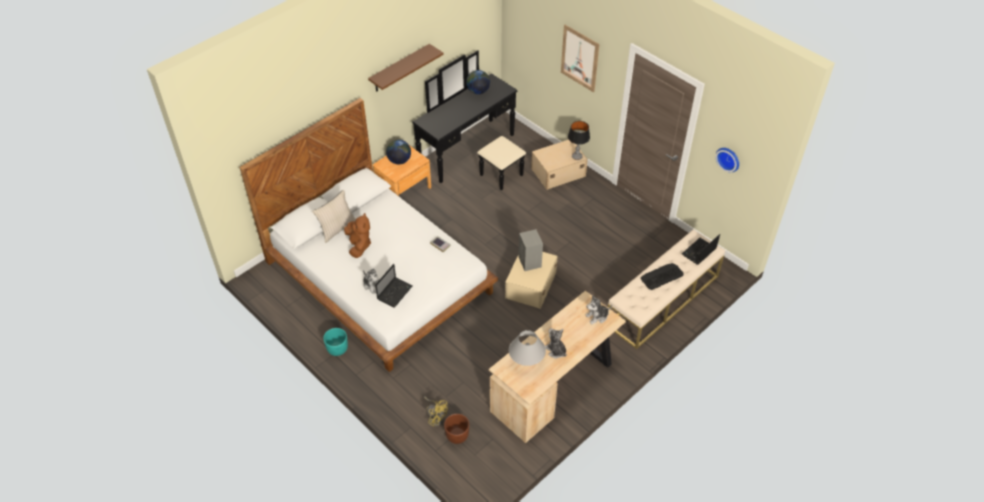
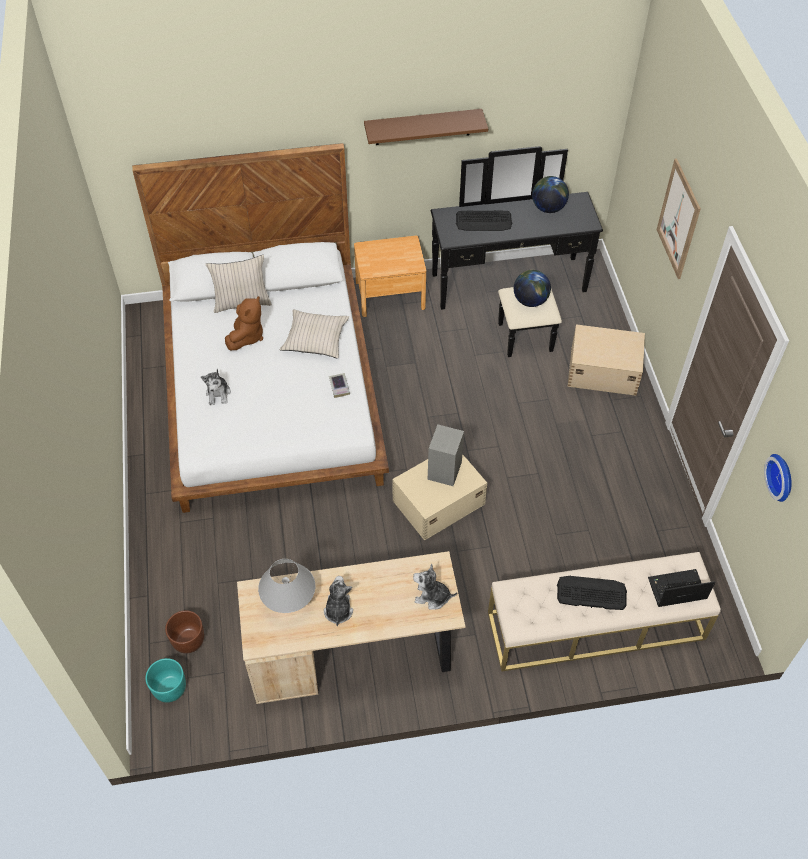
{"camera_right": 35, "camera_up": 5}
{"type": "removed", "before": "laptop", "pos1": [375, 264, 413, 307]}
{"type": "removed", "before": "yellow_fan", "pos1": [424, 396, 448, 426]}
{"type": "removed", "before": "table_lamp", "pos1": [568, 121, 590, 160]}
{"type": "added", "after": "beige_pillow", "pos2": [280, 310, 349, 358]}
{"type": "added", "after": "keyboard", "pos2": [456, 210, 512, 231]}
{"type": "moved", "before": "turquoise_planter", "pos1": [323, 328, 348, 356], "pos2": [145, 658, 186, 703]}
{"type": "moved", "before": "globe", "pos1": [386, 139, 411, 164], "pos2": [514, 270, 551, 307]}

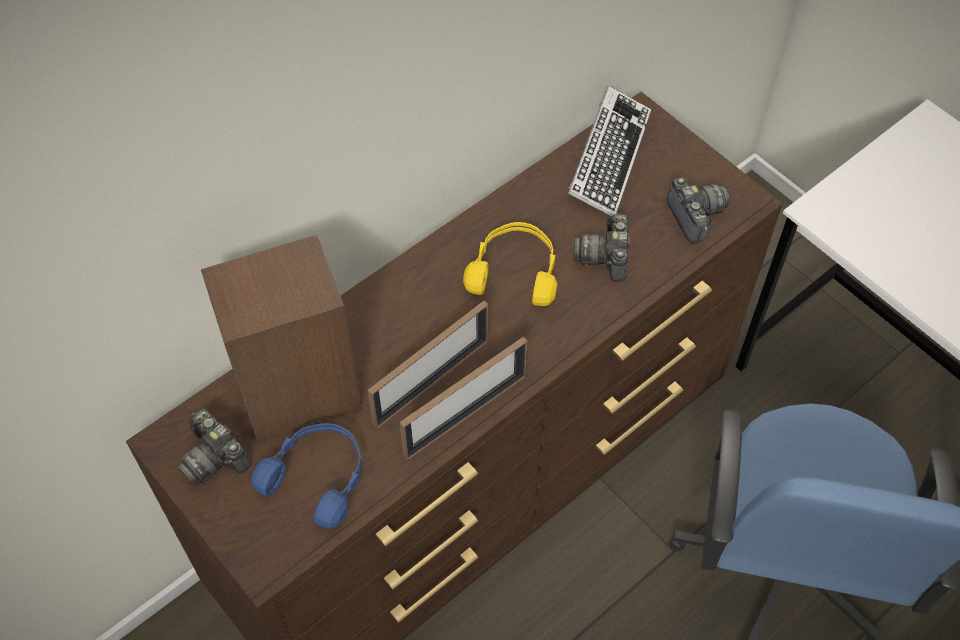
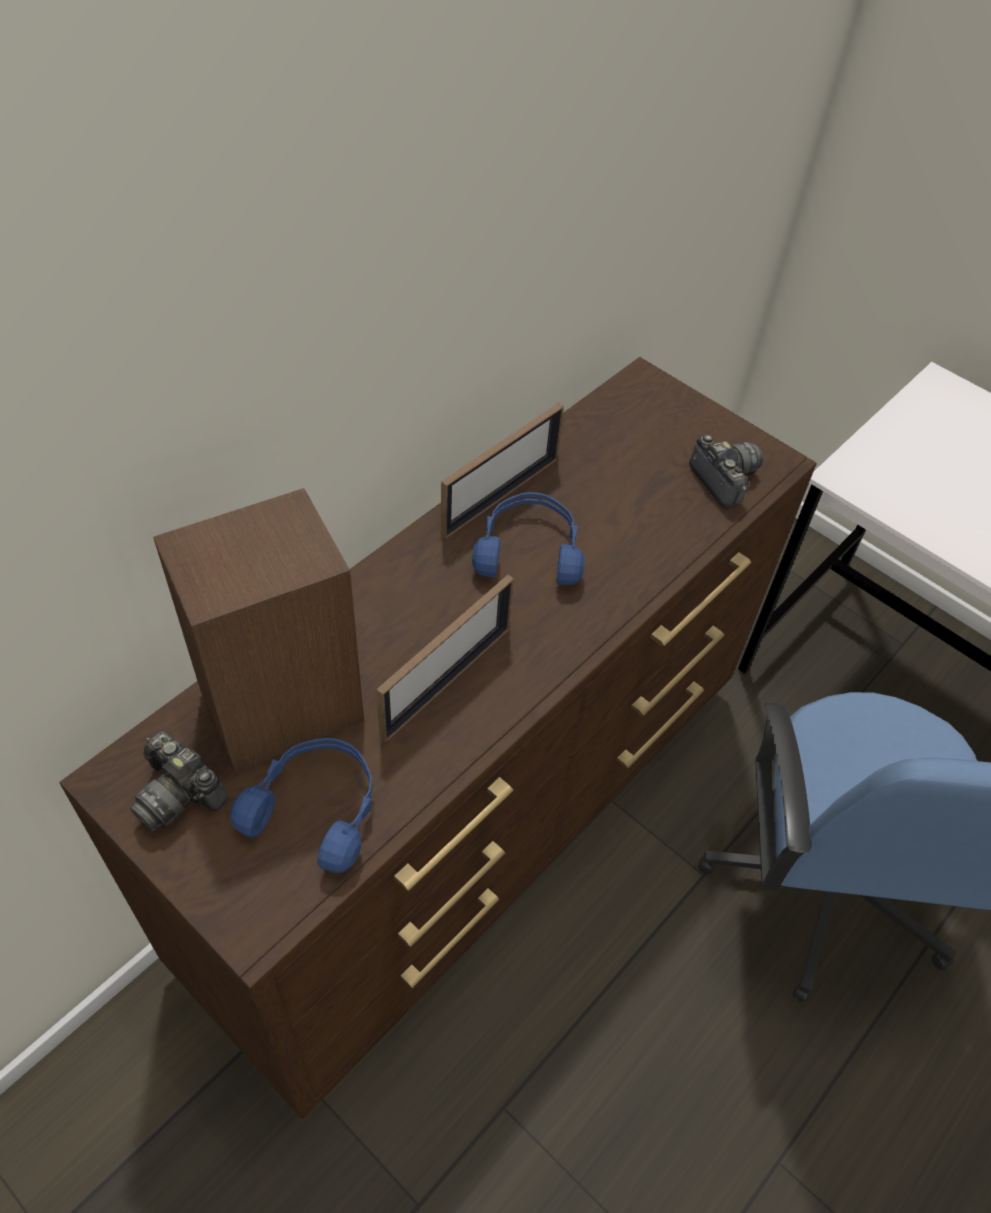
{"camera_right": -10, "camera_up": -5}
{"type": "removed", "before": "keyboard", "pos1": [568, 86, 651, 216]}
{"type": "removed", "before": "photo_camera", "pos1": [574, 213, 630, 282]}
{"type": "moved", "before": "picture_frame", "pos1": [399, 336, 528, 460], "pos2": [441, 403, 564, 539]}
{"type": "recoloured", "before": "yellow_headphones", "after": "blue_headphones", "pos1": [463, 222, 557, 306], "pos2": [472, 492, 585, 585]}

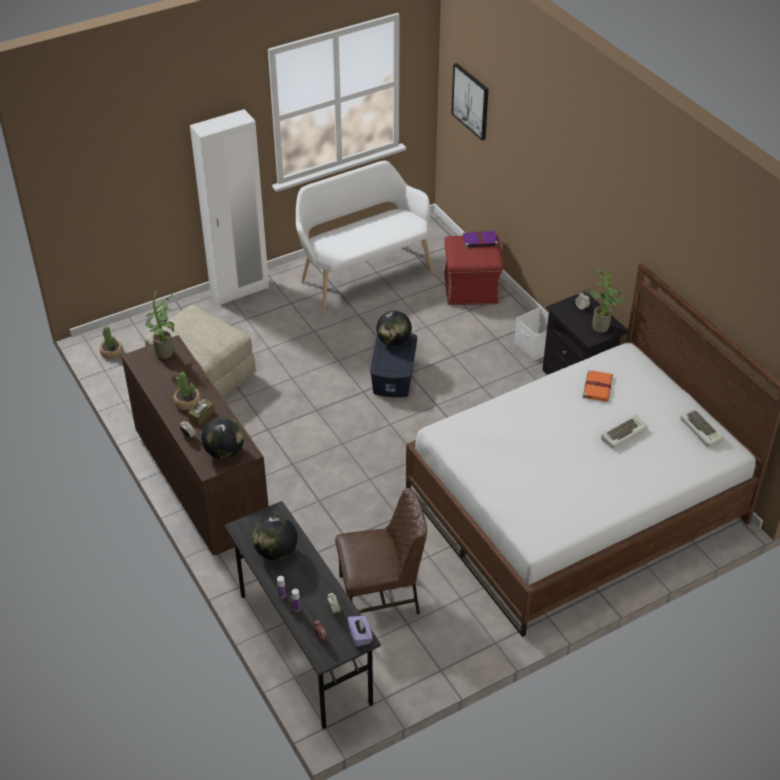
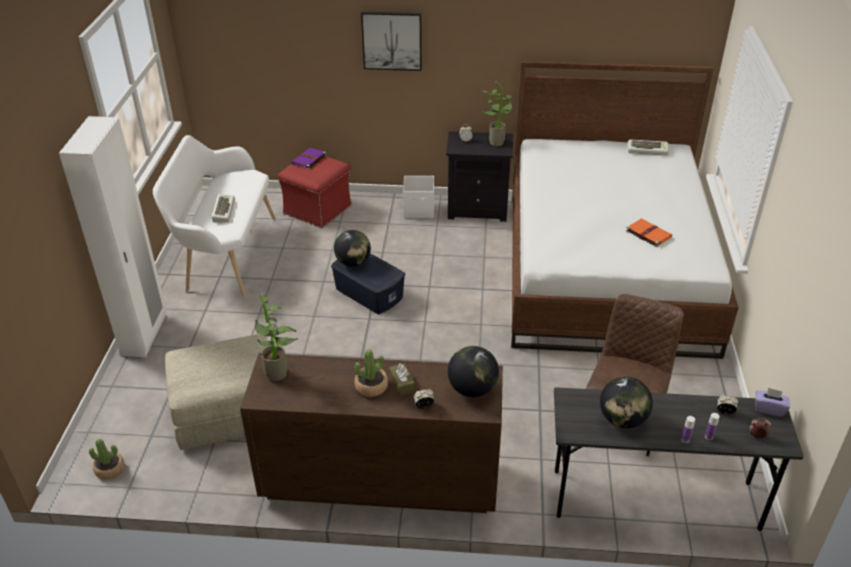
{"camera_right": -55, "camera_up": -5}
{"type": "moved", "before": "picture", "pos1": [451, 63, 488, 140], "pos2": [361, 11, 422, 71]}
{"type": "moved", "before": "orange_book", "pos1": [583, 370, 613, 402], "pos2": [626, 219, 672, 247]}
{"type": "moved", "before": "keyboard", "pos1": [601, 414, 647, 449], "pos2": [212, 194, 235, 223]}

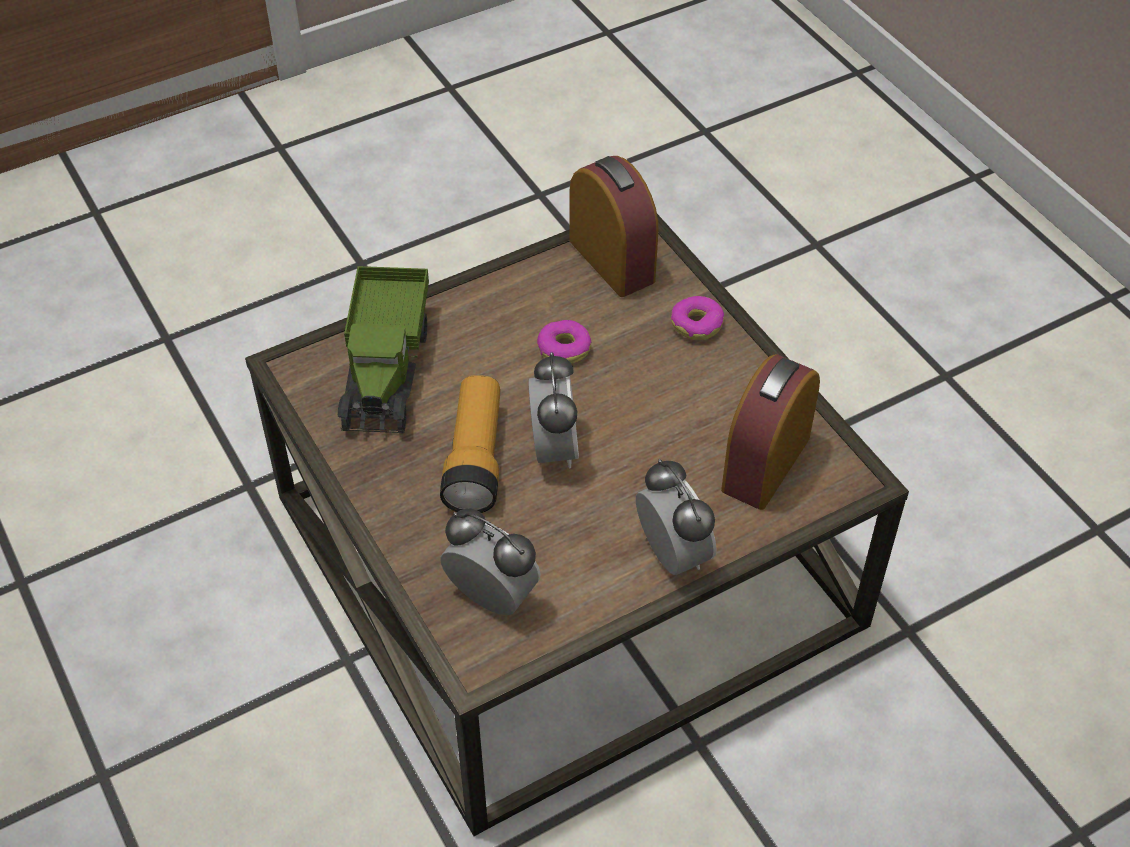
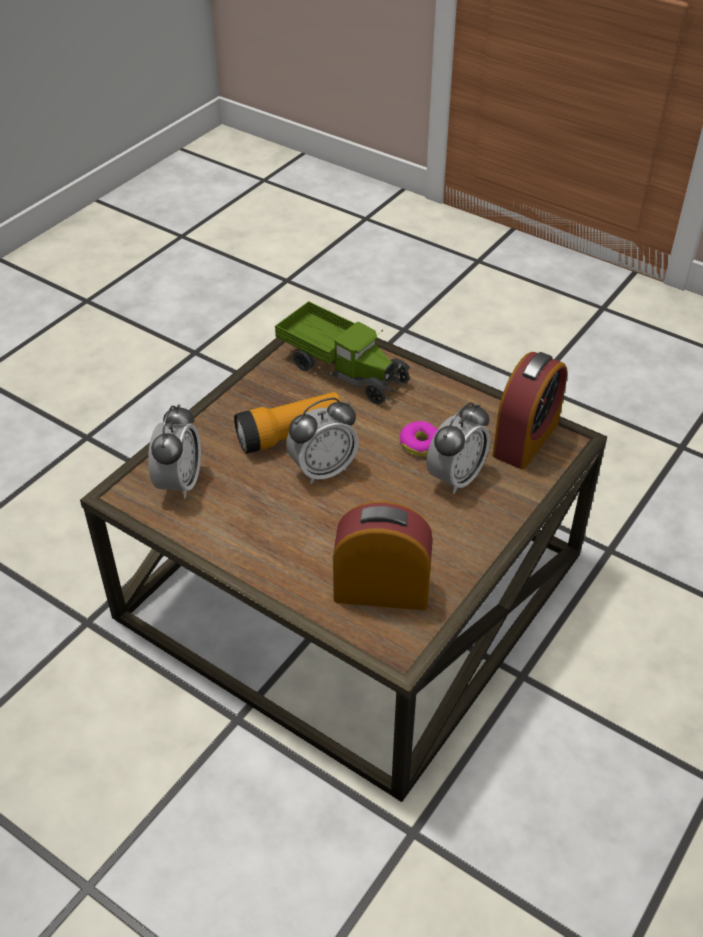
{"camera_right": 65, "camera_up": -5}
{"type": "removed", "before": "donut", "pos1": [671, 296, 724, 340]}
{"type": "moved", "before": "alarm_clock", "pos1": [636, 459, 717, 575], "pos2": [426, 402, 490, 494]}
{"type": "turned", "before": "toy_truck", "pos1": [338, 266, 429, 433], "pos2": [275, 301, 411, 404], "turn": -120}

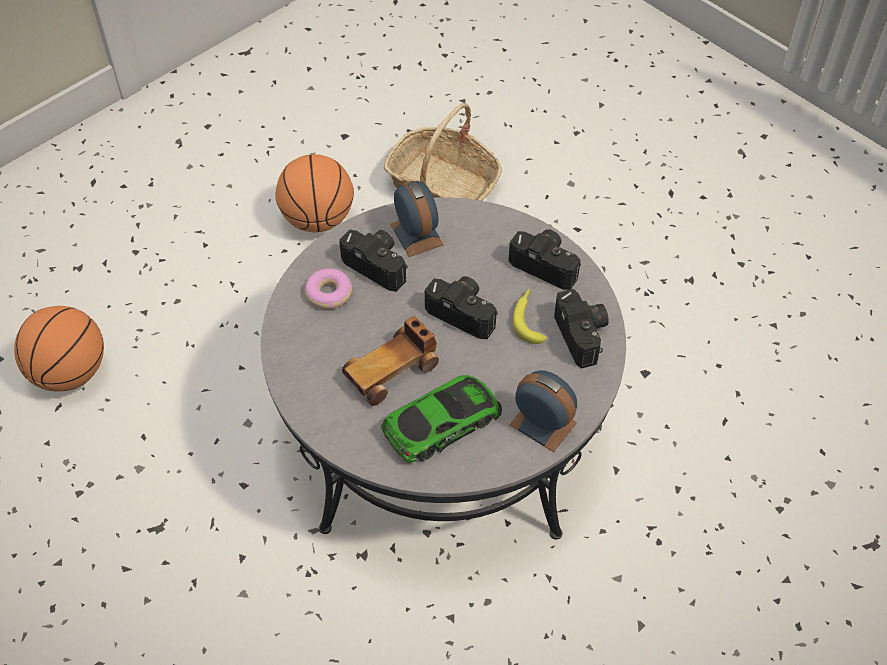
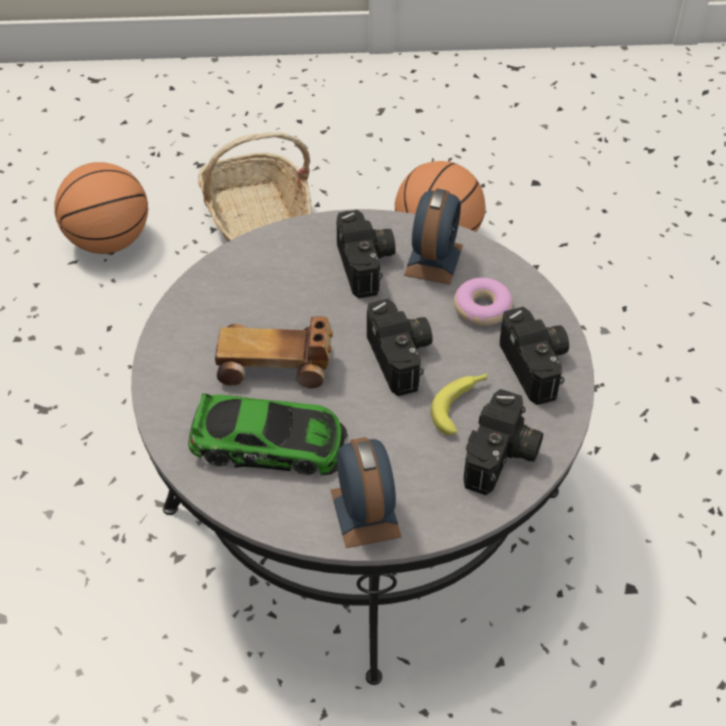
{"camera_right": 40, "camera_up": -5}
{"type": "moved", "before": "donut", "pos1": [304, 268, 353, 309], "pos2": [454, 278, 513, 326]}
{"type": "moved", "before": "basket", "pos1": [384, 103, 502, 201], "pos2": [198, 132, 312, 242]}

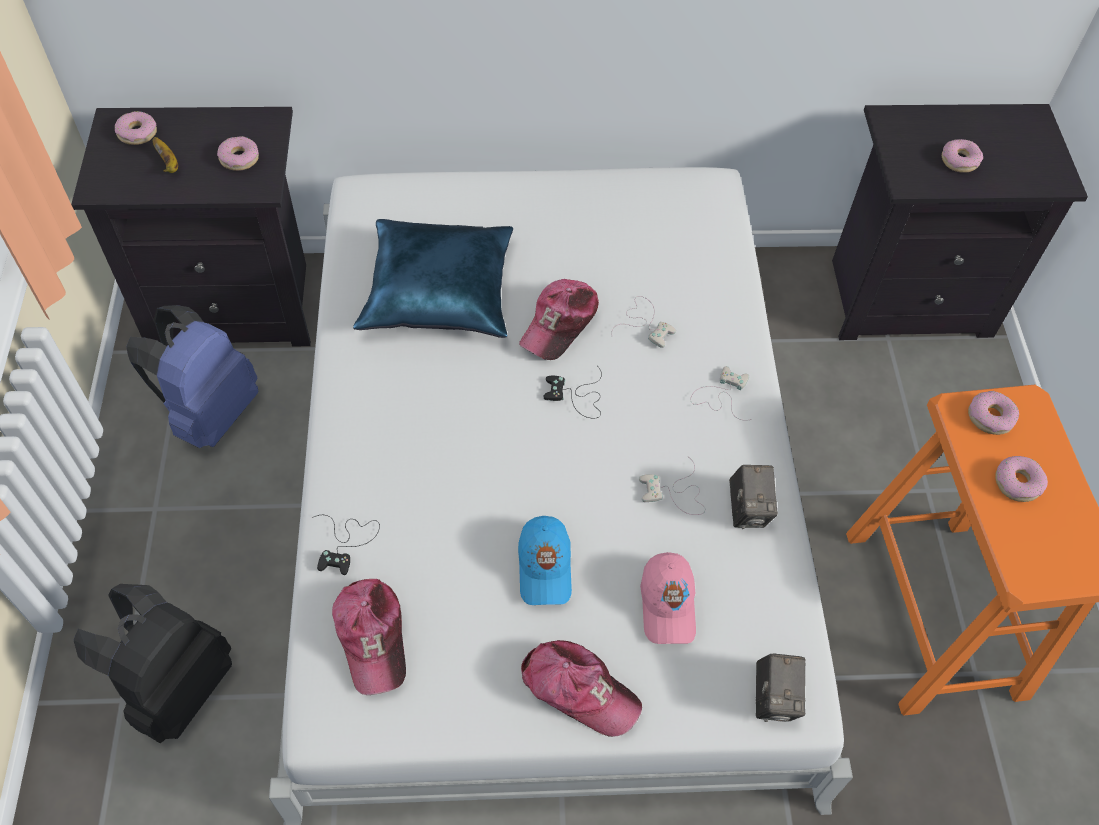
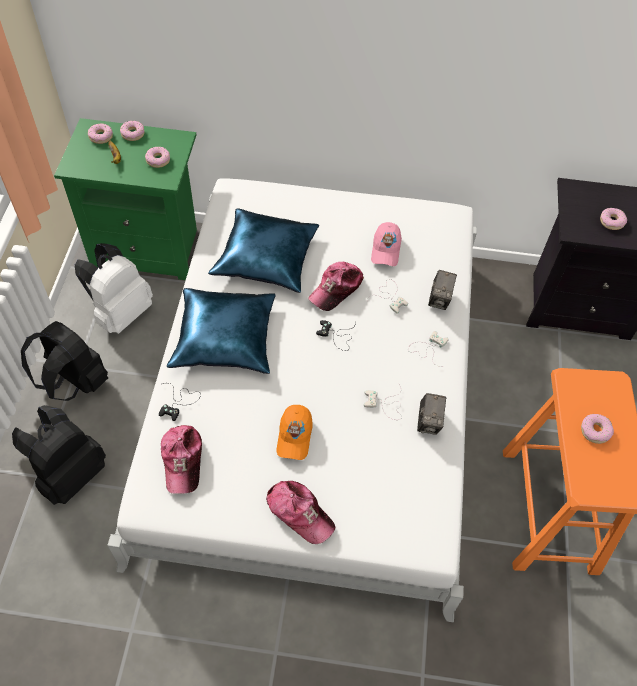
{"camera_right": 10, "camera_up": 0}
{"type": "added", "after": "black_backpack", "pos2": [21, 321, 108, 401]}
{"type": "added", "after": "blue_pillow", "pos2": [167, 288, 276, 374]}
{"type": "moved", "before": "pink_cap", "pos1": [640, 552, 696, 644], "pos2": [371, 222, 402, 266]}
{"type": "moved", "before": "photo_camera", "pos1": [756, 654, 806, 722], "pos2": [428, 270, 457, 310]}
{"type": "moved", "before": "donut", "pos1": [968, 391, 1019, 435], "pos2": [120, 121, 145, 141]}
{"type": "recoloured", "before": "black_nightstand", "after": "green_nightstand", "pos1": [71, 107, 311, 347], "pos2": [54, 118, 197, 280]}
{"type": "recoloured", "before": "blue_backpack", "after": "white_backpack", "pos1": [126, 305, 258, 448], "pos2": [75, 243, 153, 334]}
{"type": "recoloured", "before": "blue_cap", "after": "orange_cap", "pos1": [518, 516, 572, 605], "pos2": [276, 405, 313, 460]}

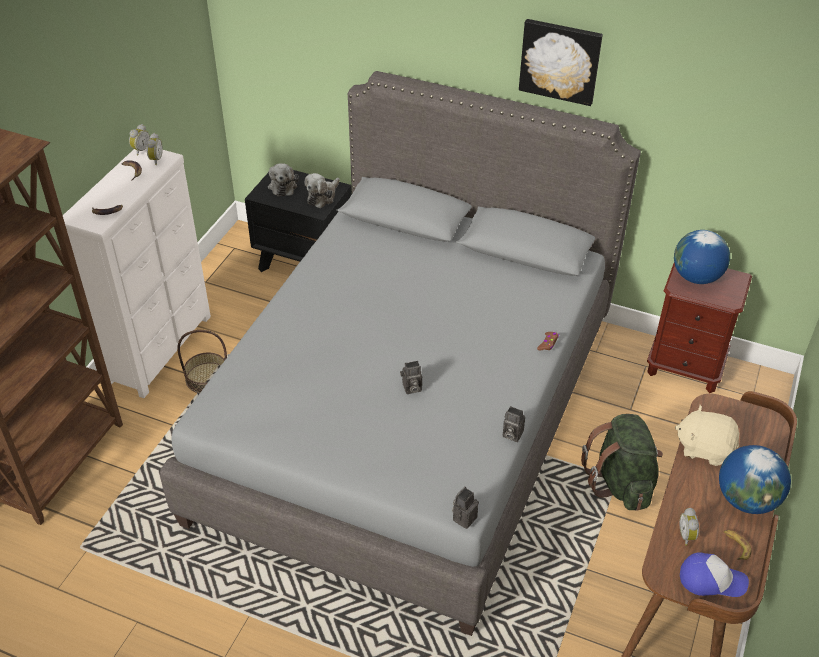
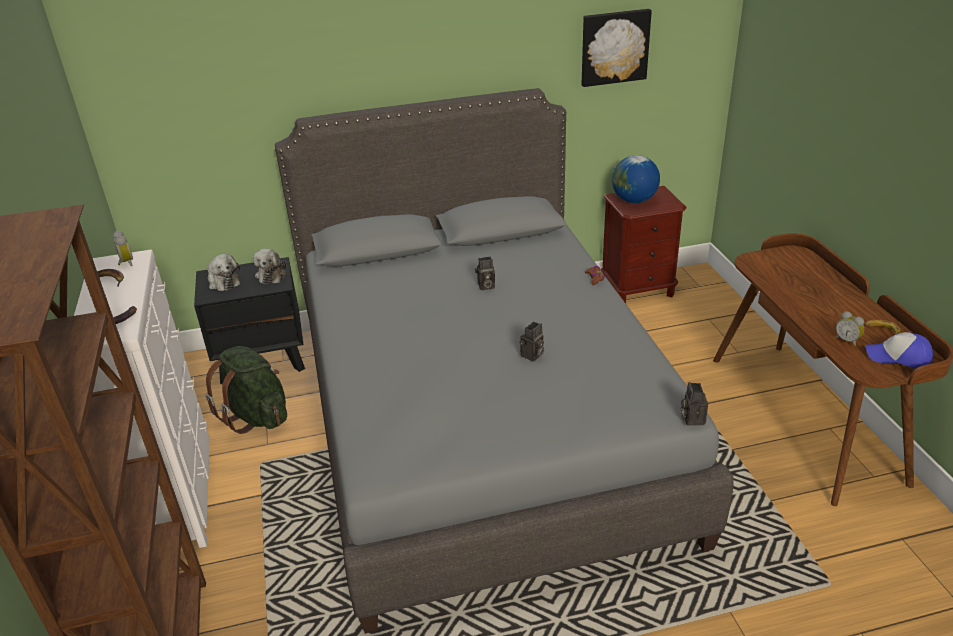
{"camera_right": -35, "camera_up": -10}
{"type": "removed", "before": "alarm_clock", "pos1": [129, 124, 150, 155]}
{"type": "removed", "before": "basket", "pos1": [177, 330, 227, 393]}
{"type": "removed", "before": "beige_plush_toy", "pos1": [675, 405, 739, 466]}
{"type": "removed", "before": "globe", "pos1": [719, 445, 791, 514]}
{"type": "moved", "before": "photo_camera", "pos1": [503, 406, 525, 442], "pos2": [475, 257, 495, 290]}
{"type": "moved", "before": "picture", "pos1": [519, 19, 603, 106], "pos2": [582, 9, 652, 87]}
{"type": "moved", "before": "green_backpack", "pos1": [581, 414, 663, 511], "pos2": [206, 346, 287, 434]}
{"type": "turned", "before": "cap", "pos1": [680, 553, 749, 597], "pos2": [866, 332, 933, 369], "turn": -135}

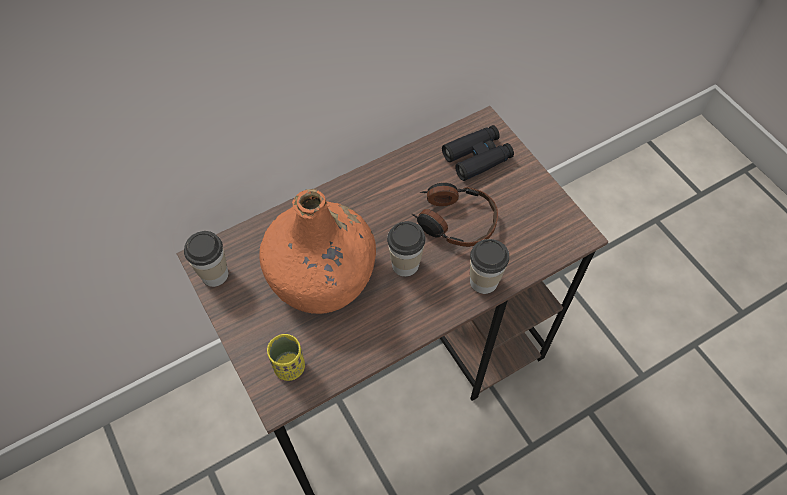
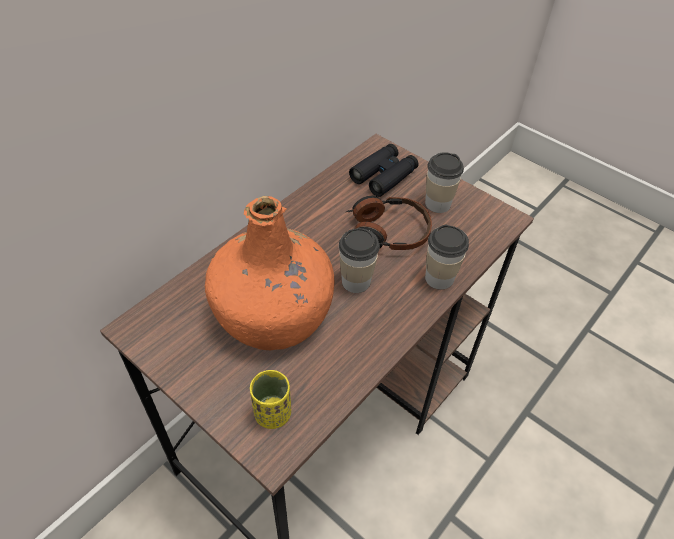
{"camera_right": -20, "camera_up": -10}
{"type": "moved", "before": "cup", "pos1": [184, 231, 228, 287], "pos2": [425, 152, 464, 213]}

